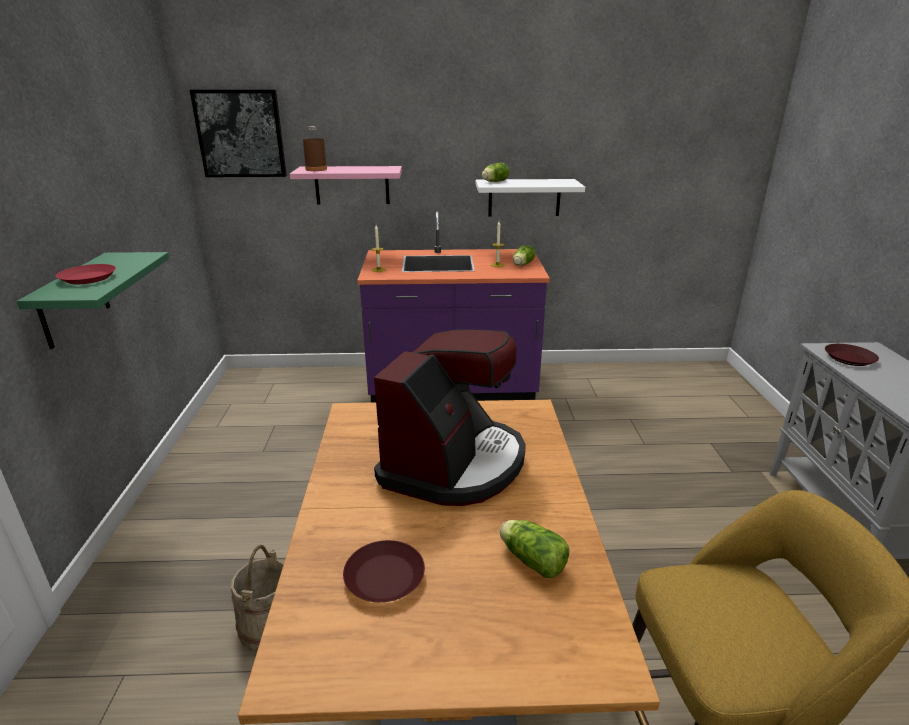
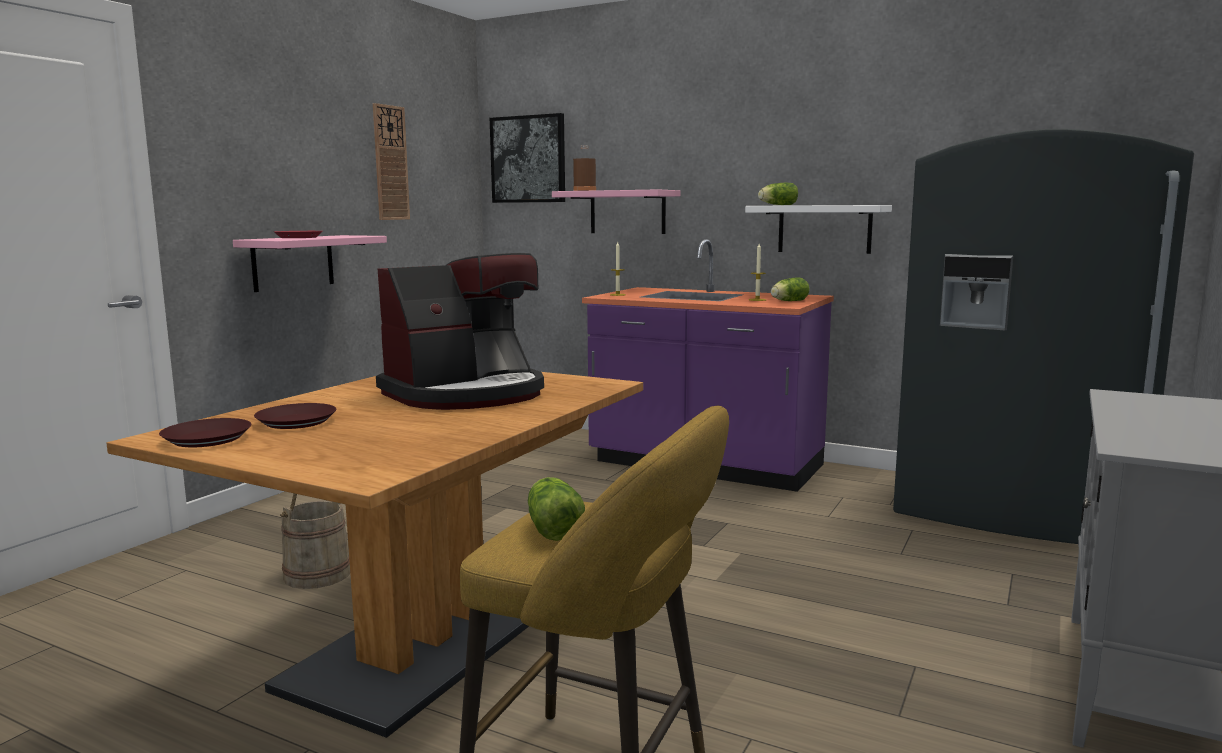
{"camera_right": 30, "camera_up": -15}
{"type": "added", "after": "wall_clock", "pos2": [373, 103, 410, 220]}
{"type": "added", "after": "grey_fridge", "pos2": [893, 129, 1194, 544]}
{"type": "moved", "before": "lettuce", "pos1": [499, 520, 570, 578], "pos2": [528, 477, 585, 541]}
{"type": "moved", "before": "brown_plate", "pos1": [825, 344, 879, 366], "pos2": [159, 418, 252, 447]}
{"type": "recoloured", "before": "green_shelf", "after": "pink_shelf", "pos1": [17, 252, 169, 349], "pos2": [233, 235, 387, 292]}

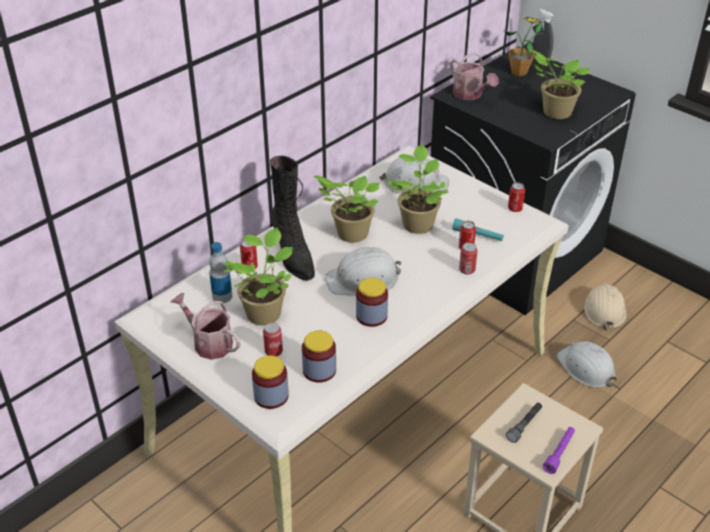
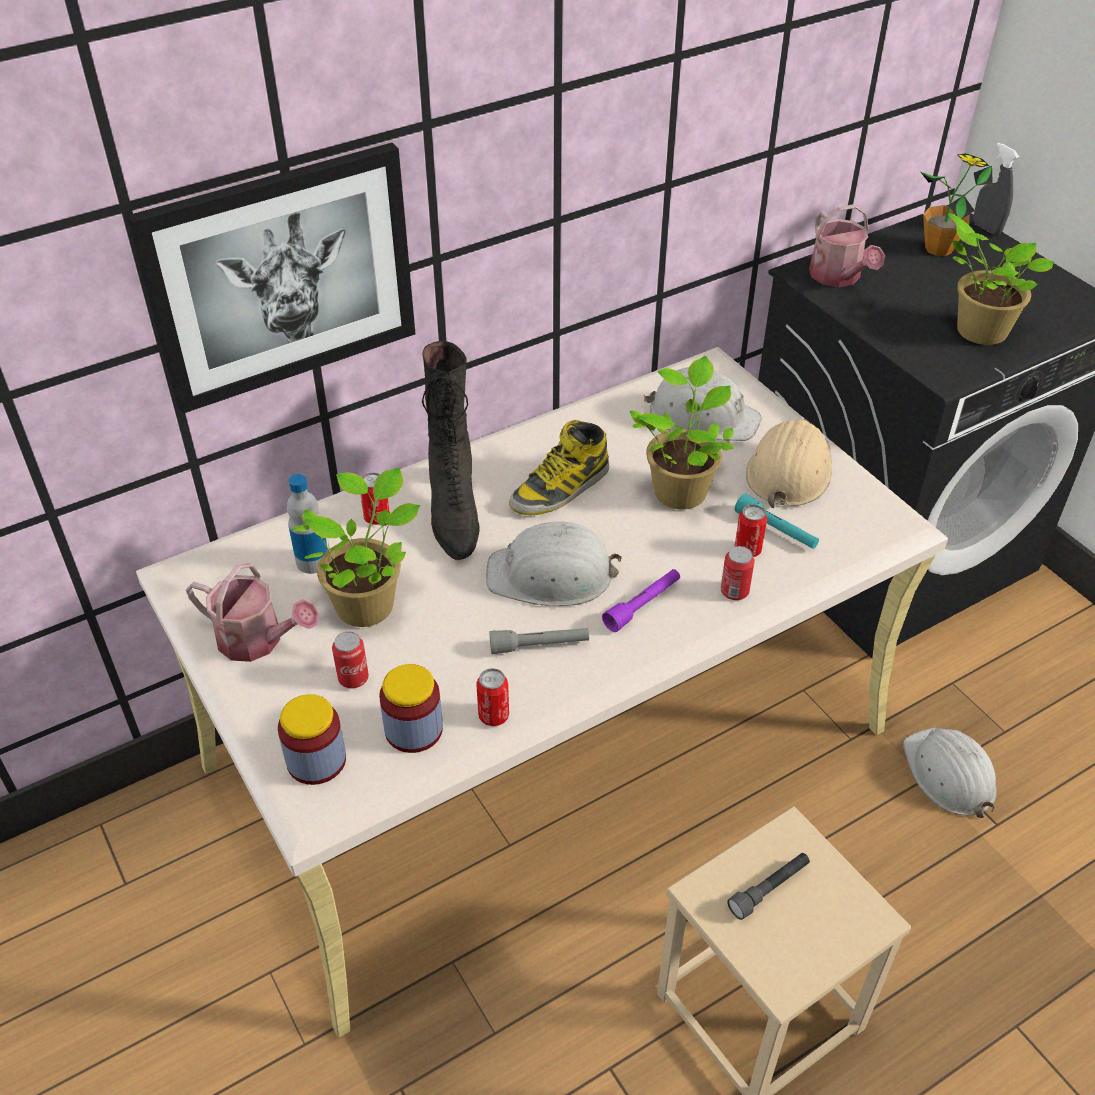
{"camera_right": 15, "camera_up": 5}
{"type": "added", "after": "picture", "pos2": [127, 143, 415, 414]}
{"type": "moved", "before": "can", "pos1": [508, 182, 525, 212], "pos2": [476, 668, 509, 726]}
{"type": "moved", "before": "purple_flashlight", "pos1": [543, 427, 575, 474], "pos2": [602, 569, 680, 632]}
{"type": "moved", "before": "beige_hard_hat", "pos1": [584, 283, 627, 330], "pos2": [746, 419, 832, 508]}
{"type": "replaced", "before": "potted_plant", "after": "boot", "pos1": [314, 175, 379, 243], "pos2": [509, 420, 609, 516]}
{"type": "replaced", "before": "jar", "after": "grey_flashlight", "pos1": [356, 278, 388, 327], "pos2": [489, 628, 589, 654]}
{"type": "turned", "before": "watering_can", "pos1": [171, 293, 240, 360], "pos2": [186, 563, 319, 662], "turn": 150}

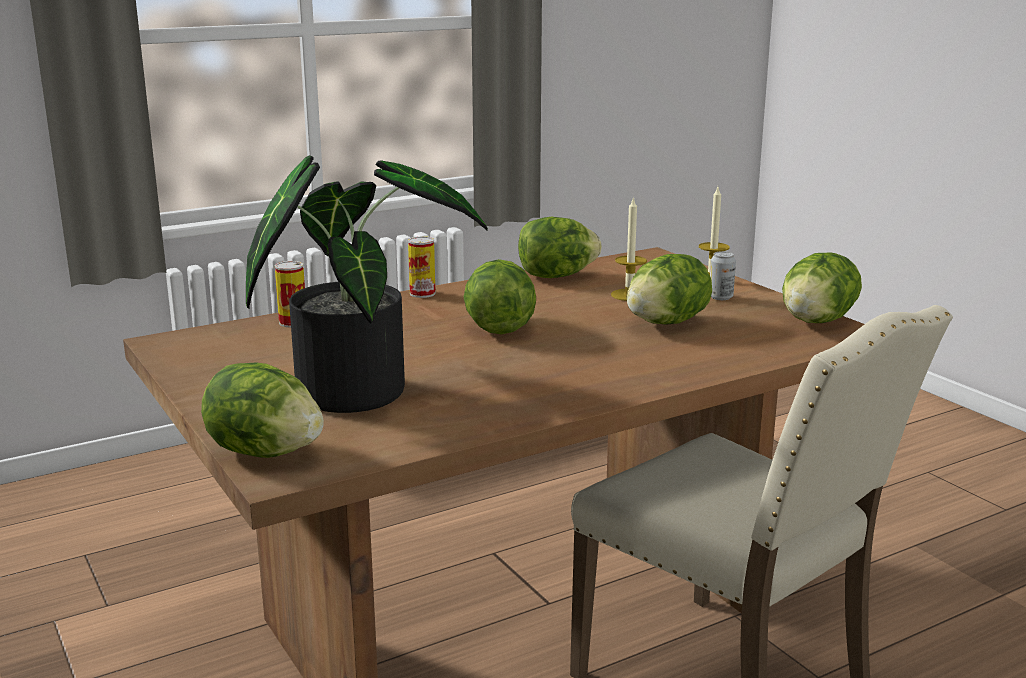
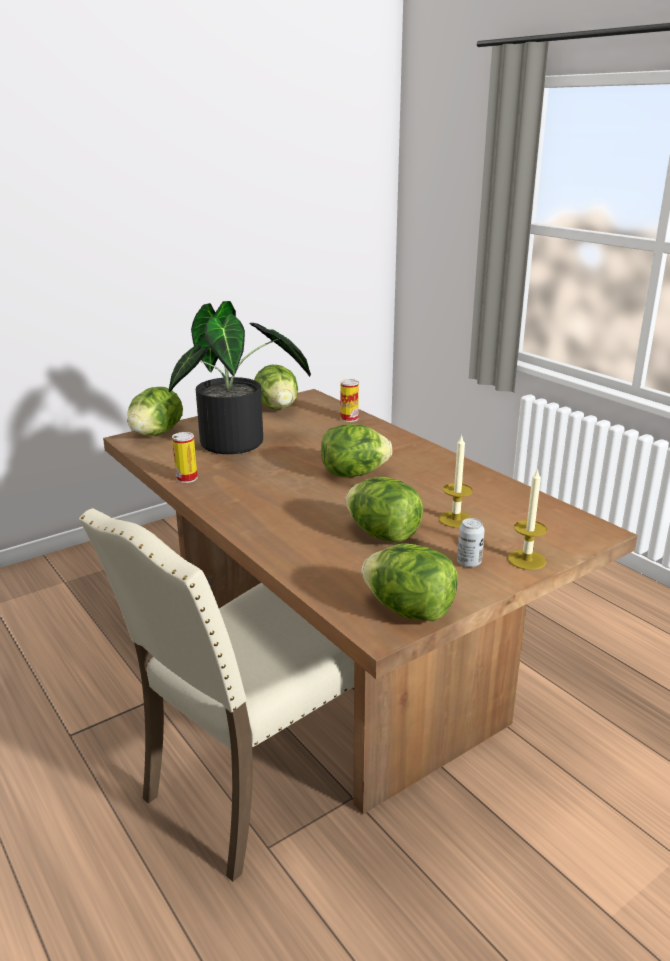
{"camera_right": 85, "camera_up": 5}
{"type": "moved", "before": "can", "pos1": [408, 236, 436, 298], "pos2": [172, 432, 197, 483]}
{"type": "moved", "before": "lettuce", "pos1": [518, 217, 602, 278], "pos2": [254, 364, 298, 410]}

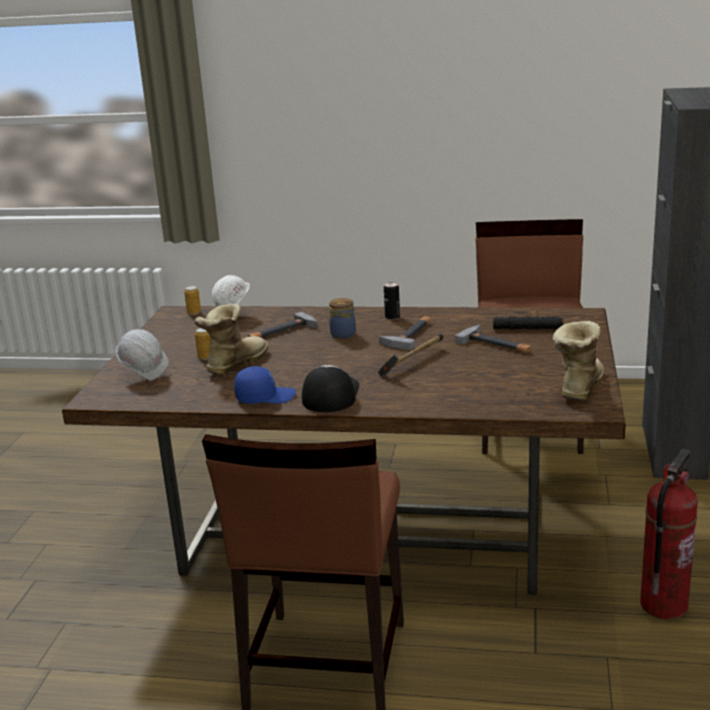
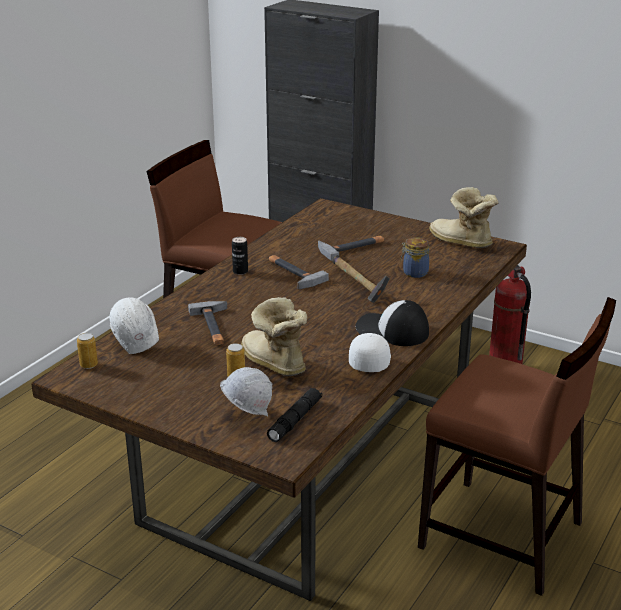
{"camera_right": -70, "camera_up": 5}
{"type": "moved", "before": "jar", "pos1": [329, 298, 356, 339], "pos2": [400, 237, 430, 278]}
{"type": "moved", "before": "black_flashlight", "pos1": [493, 316, 563, 329], "pos2": [267, 388, 322, 442]}
{"type": "recoloured", "before": "blue_cap", "after": "white_cap", "pos1": [234, 366, 296, 404], "pos2": [349, 333, 391, 372]}

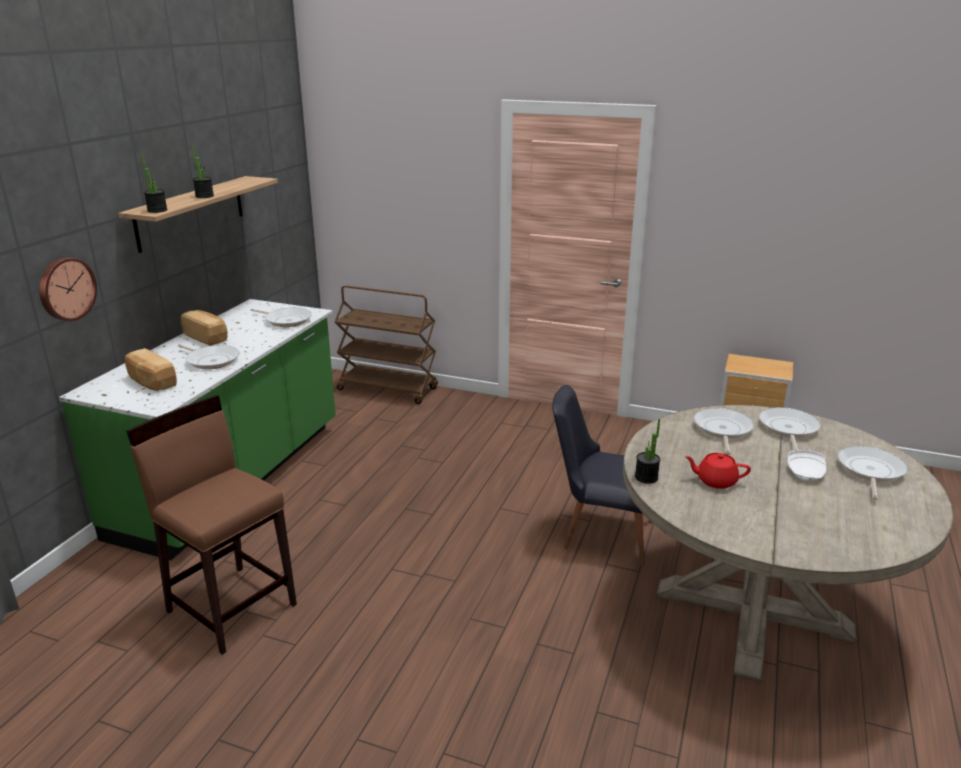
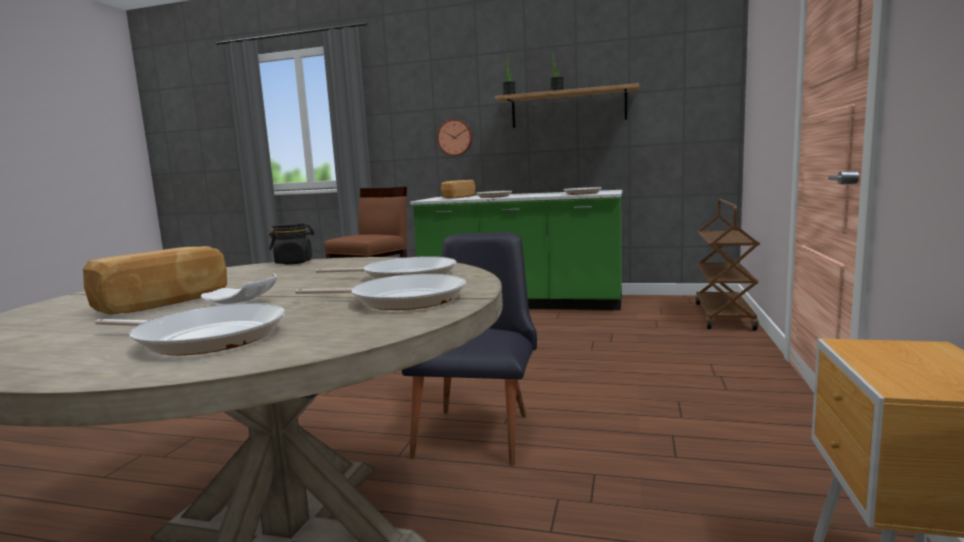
{"camera_right": 85, "camera_up": -15}
{"type": "removed", "before": "red_teapot", "pos1": [685, 453, 751, 489]}
{"type": "moved", "before": "bread", "pos1": [181, 310, 228, 346], "pos2": [83, 246, 227, 315]}
{"type": "replaced", "before": "potted_plant", "after": "black_jar", "pos1": [635, 418, 660, 484], "pos2": [269, 222, 314, 265]}

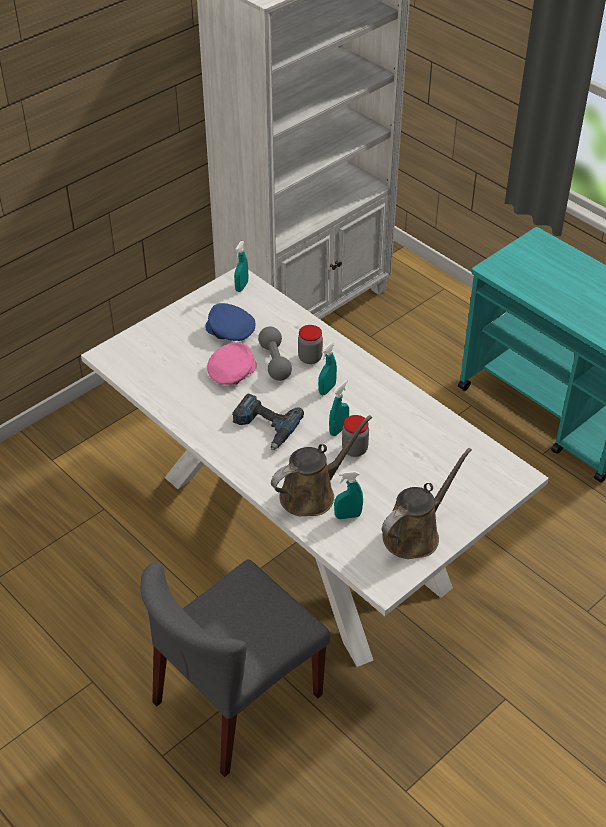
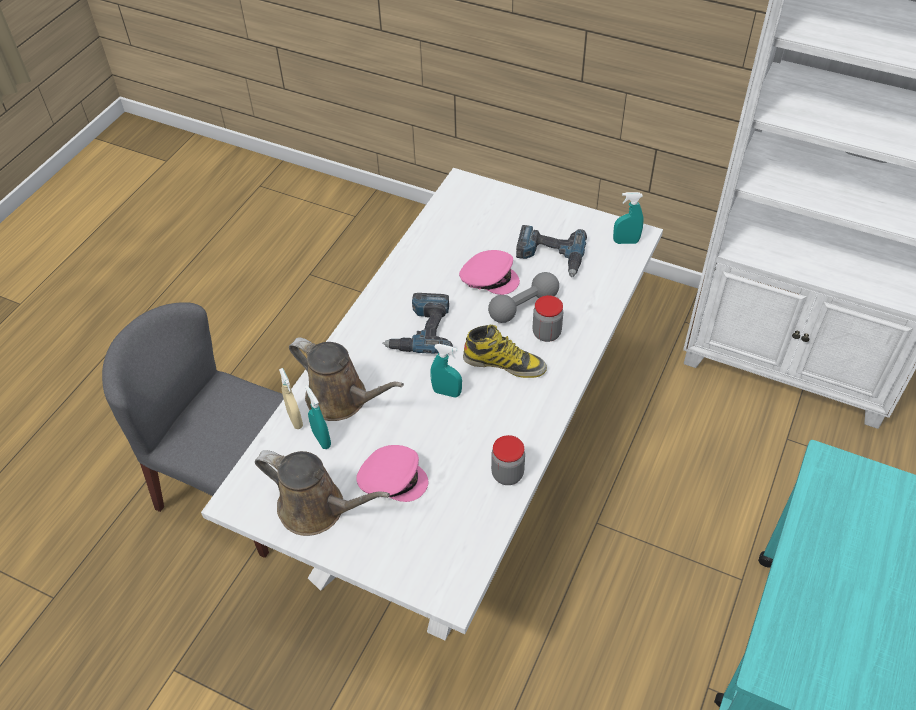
{"camera_right": 70, "camera_up": 5}
{"type": "added", "after": "beige_spray_bottle", "pos2": [279, 368, 303, 429]}
{"type": "added", "after": "pink_cap", "pos2": [356, 445, 428, 502]}
{"type": "moved", "before": "jar", "pos1": [342, 415, 369, 457], "pos2": [491, 435, 525, 485]}
{"type": "replaced", "before": "blue_cap", "after": "power_drill", "pos1": [205, 303, 255, 341], "pos2": [516, 225, 587, 277]}
{"type": "replaced", "before": "turquoise_spray_bottle", "after": "boot", "pos1": [318, 342, 337, 395], "pos2": [463, 324, 547, 378]}

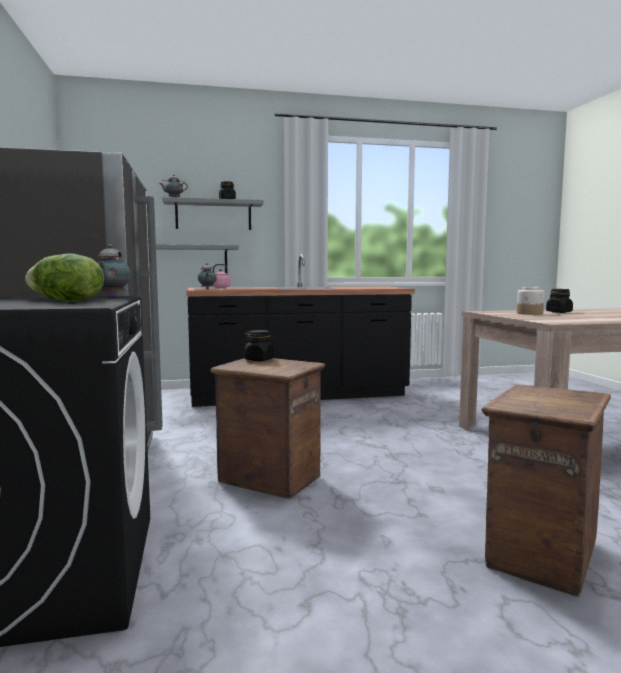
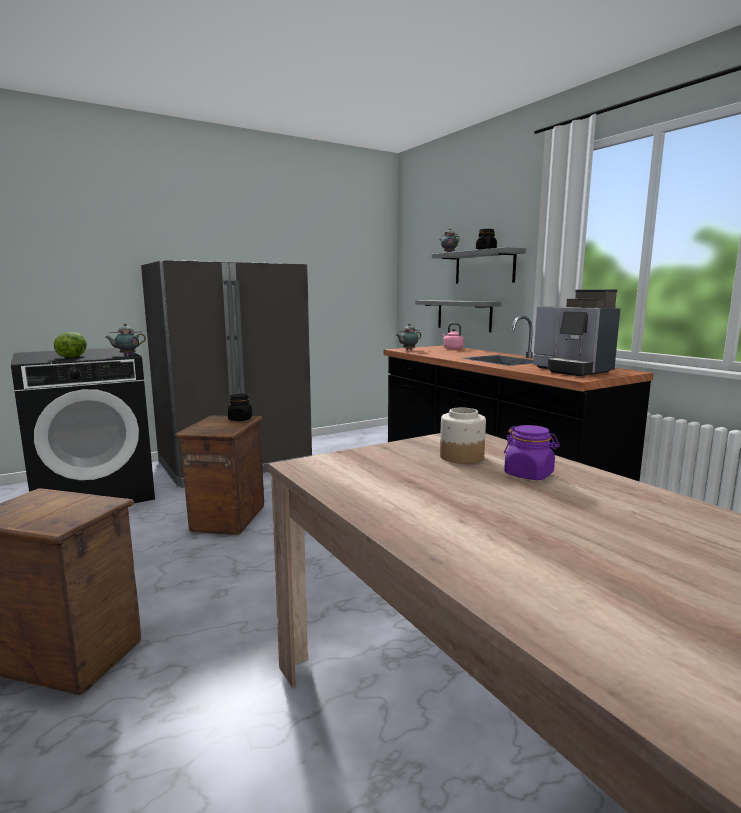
{"camera_right": 70, "camera_up": 5}
{"type": "added", "after": "coffee_machine", "pos2": [533, 289, 620, 376]}
{"type": "recoloured", "before": "black_jar", "after": "purple_jar", "pos1": [546, 289, 573, 313], "pos2": [504, 425, 560, 480]}

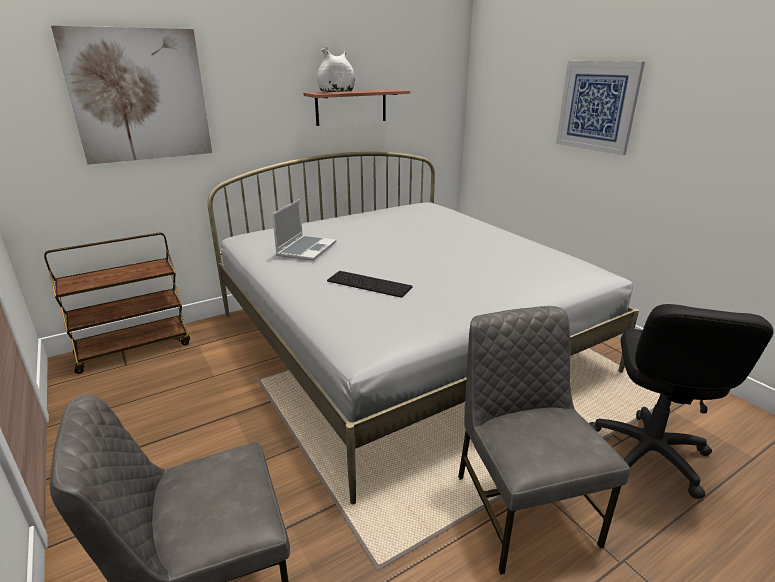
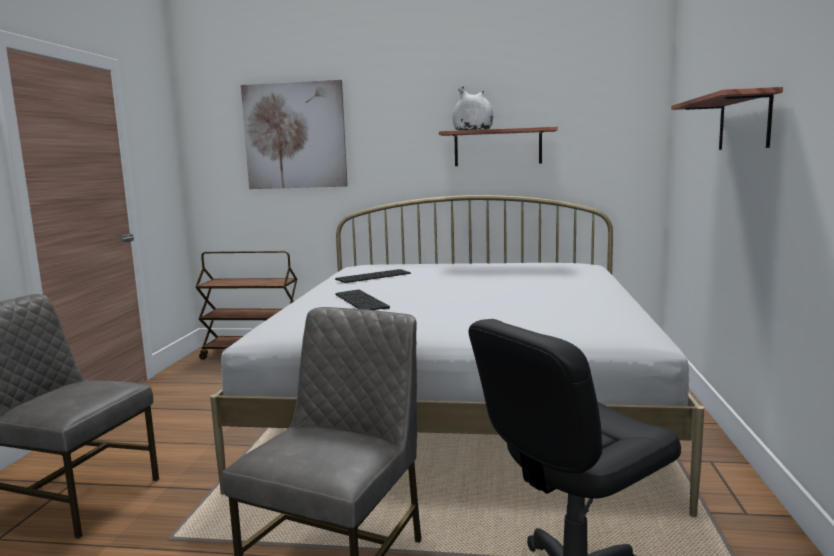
{"camera_right": 40, "camera_up": -15}
{"type": "replaced", "before": "laptop", "after": "keyboard", "pos1": [272, 199, 336, 261], "pos2": [335, 269, 411, 283]}
{"type": "replaced", "before": "picture", "after": "shelf", "pos1": [556, 61, 645, 155], "pos2": [671, 87, 783, 150]}

